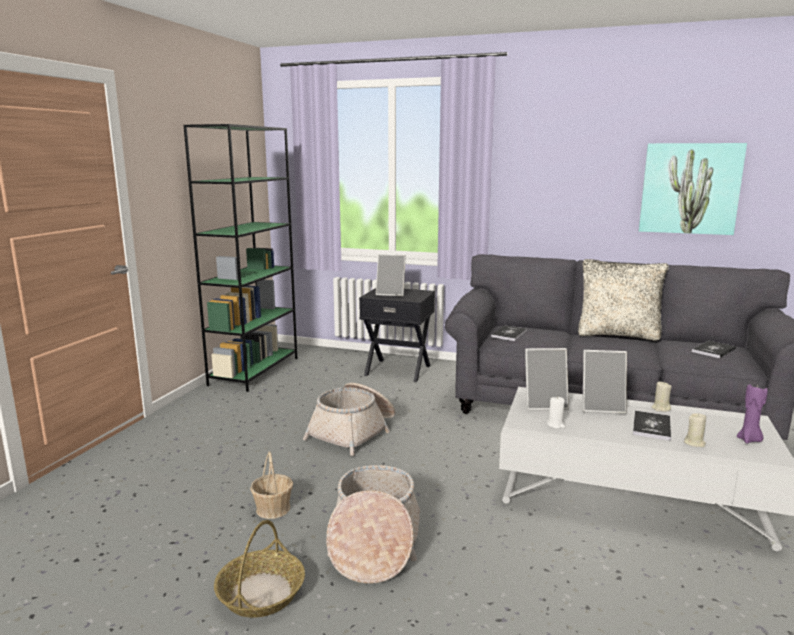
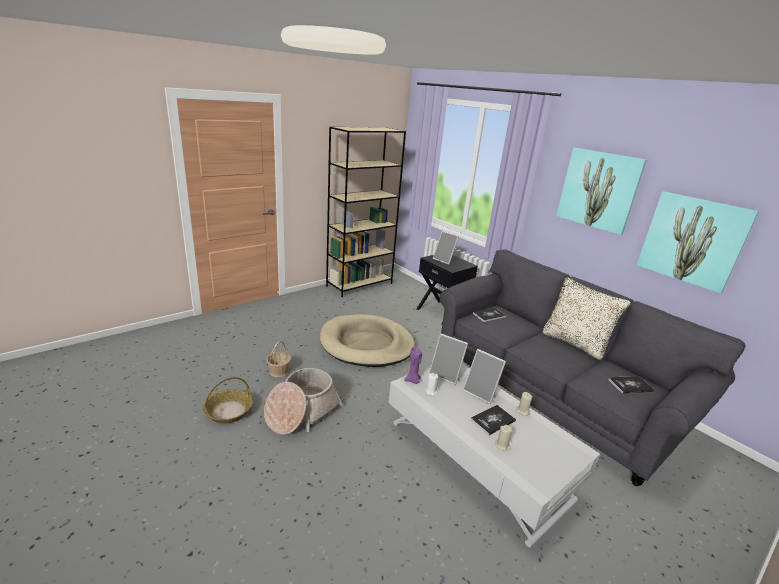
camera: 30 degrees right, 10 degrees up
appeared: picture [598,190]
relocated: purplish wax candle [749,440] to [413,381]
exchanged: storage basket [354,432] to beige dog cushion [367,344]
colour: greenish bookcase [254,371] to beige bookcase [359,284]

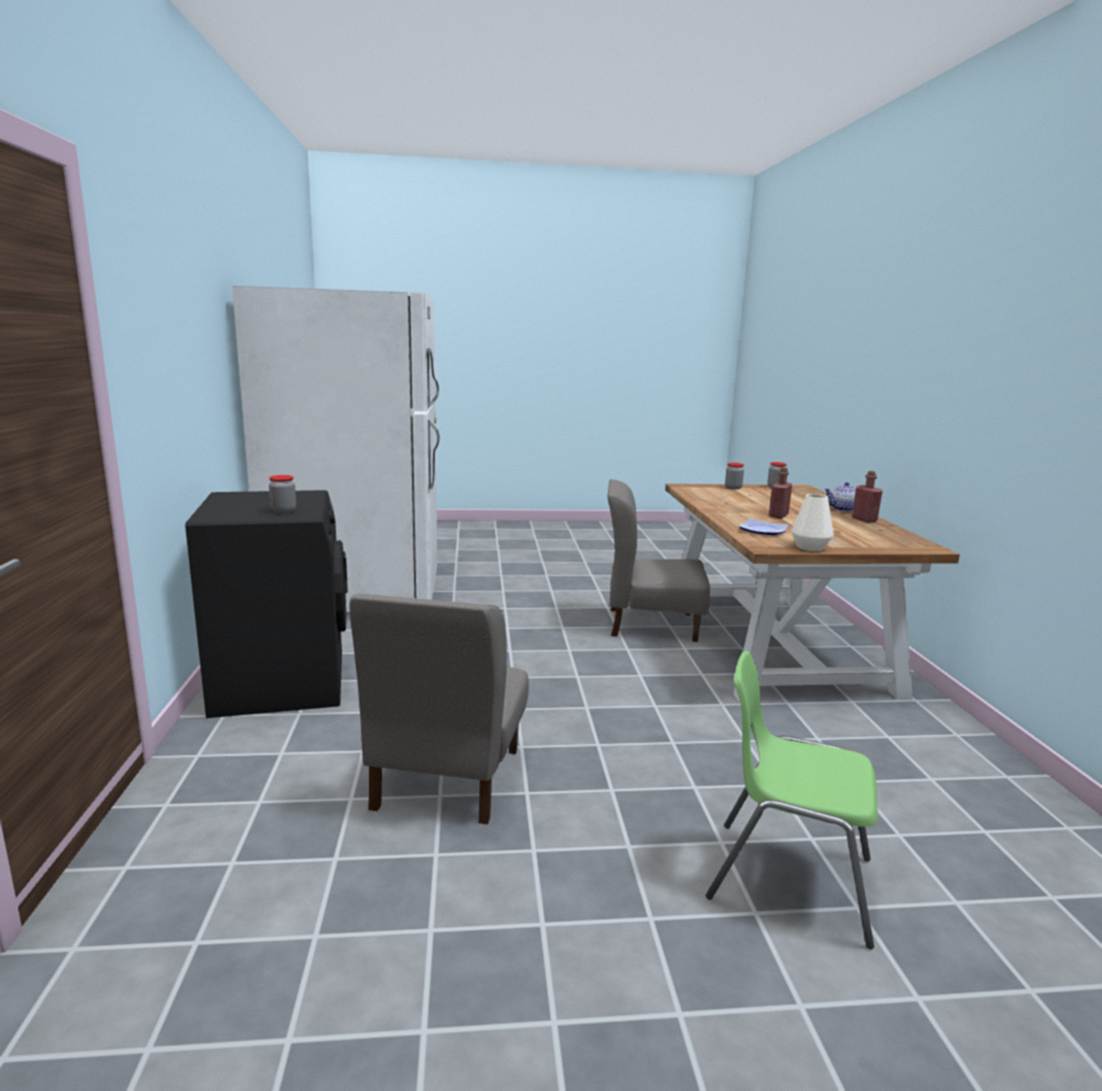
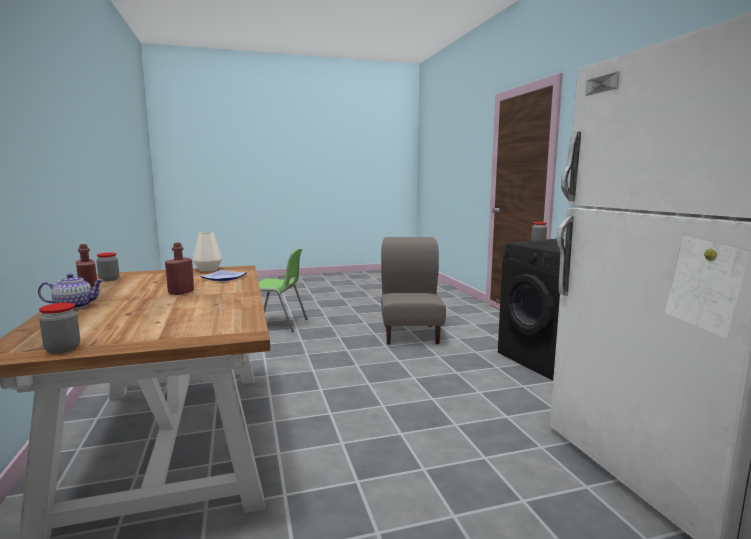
camera: 170 degrees right, 5 degrees down
missing: grey upright chair [651,624]
relocated: jar [733,488] to [109,279]

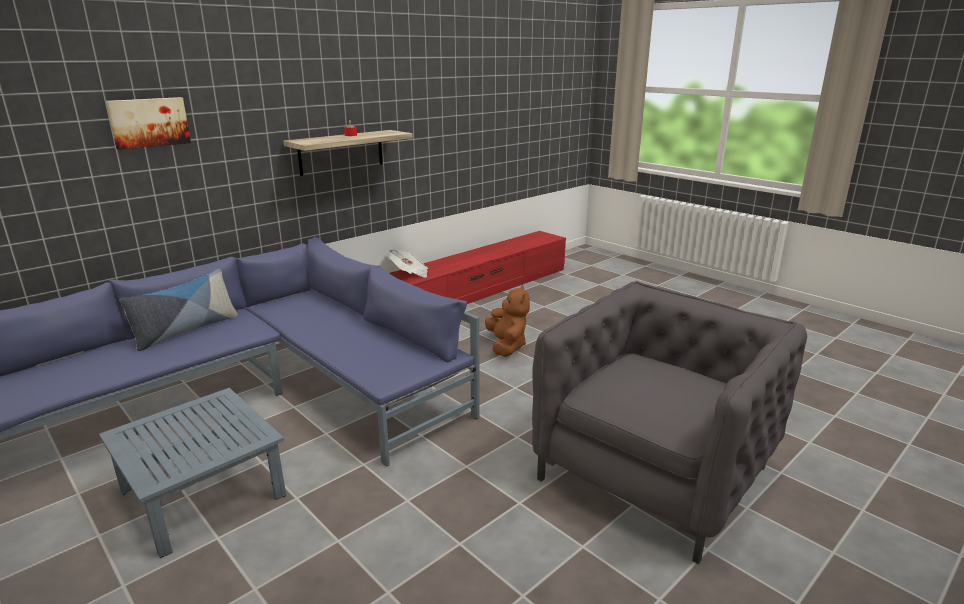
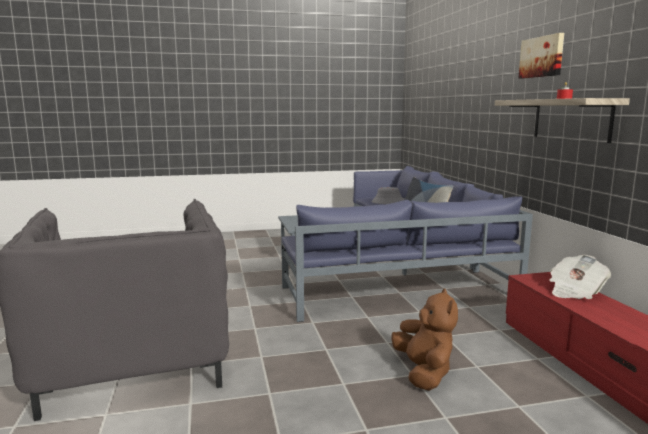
camera: 120 degrees right, 10 degrees down
appeared: grey wearable hat [388,202]
relocated: picture [149,122] to [542,57]
spun: brown soft toy [506,346] = [424,373] 120 degrees counterclockwise

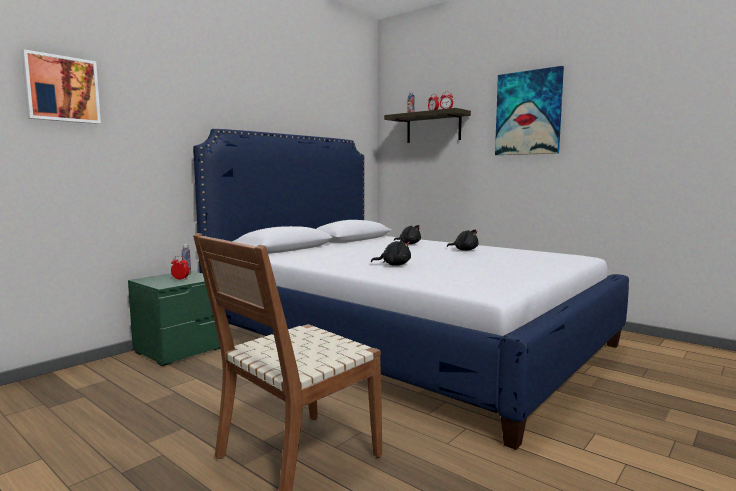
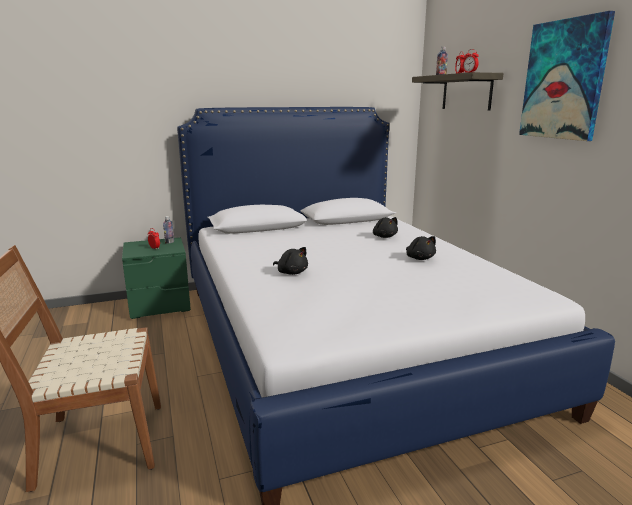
camera: 30 degrees right, 10 degrees up
missing: picture [61,89]

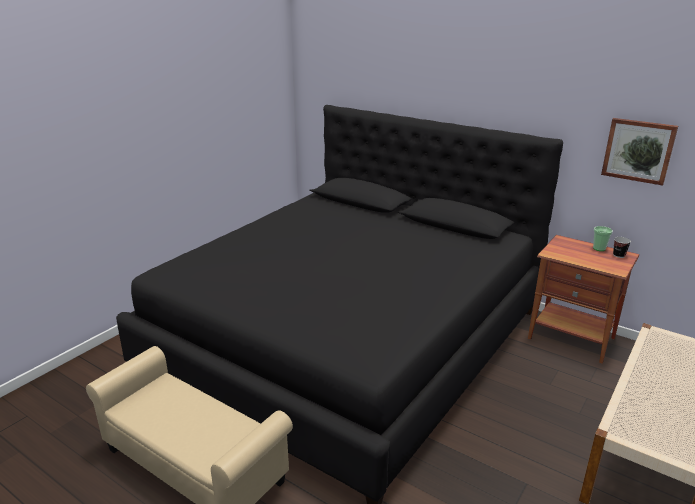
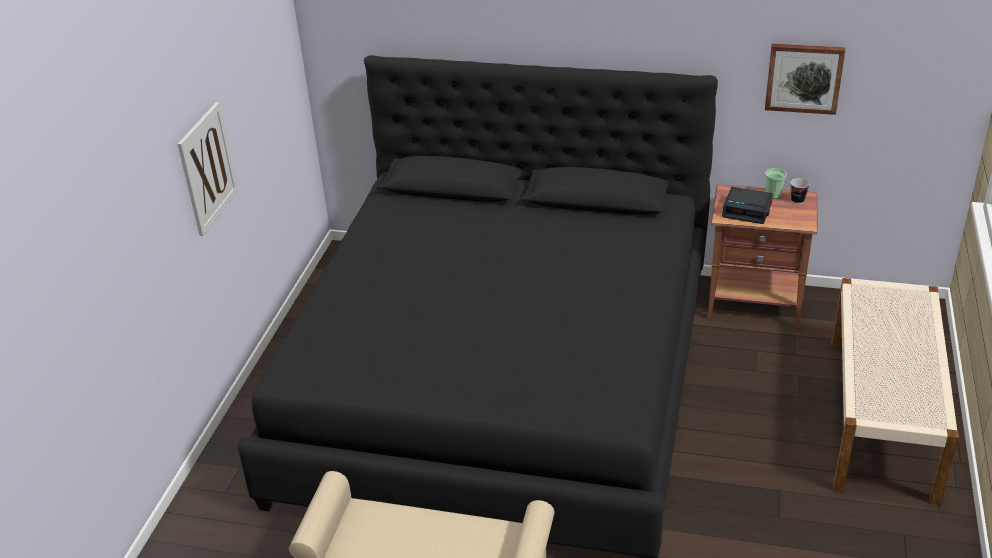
camera: 20 degrees left, 10 degrees up
appeared: picture [207,168]; table clock [747,210]

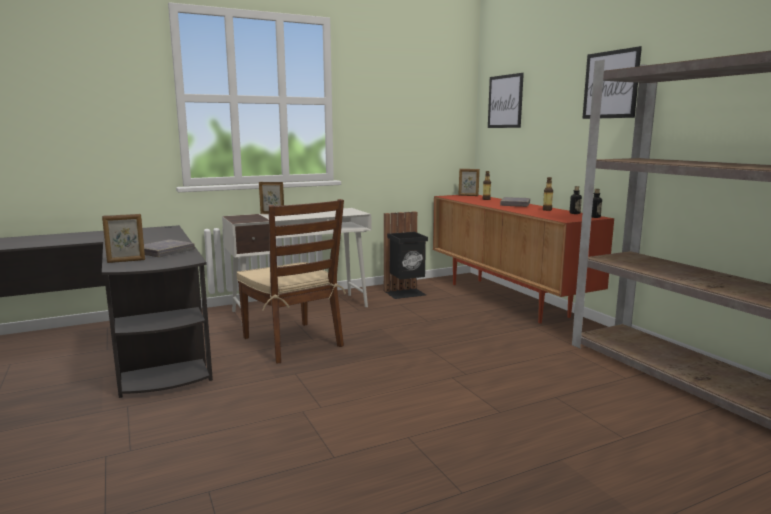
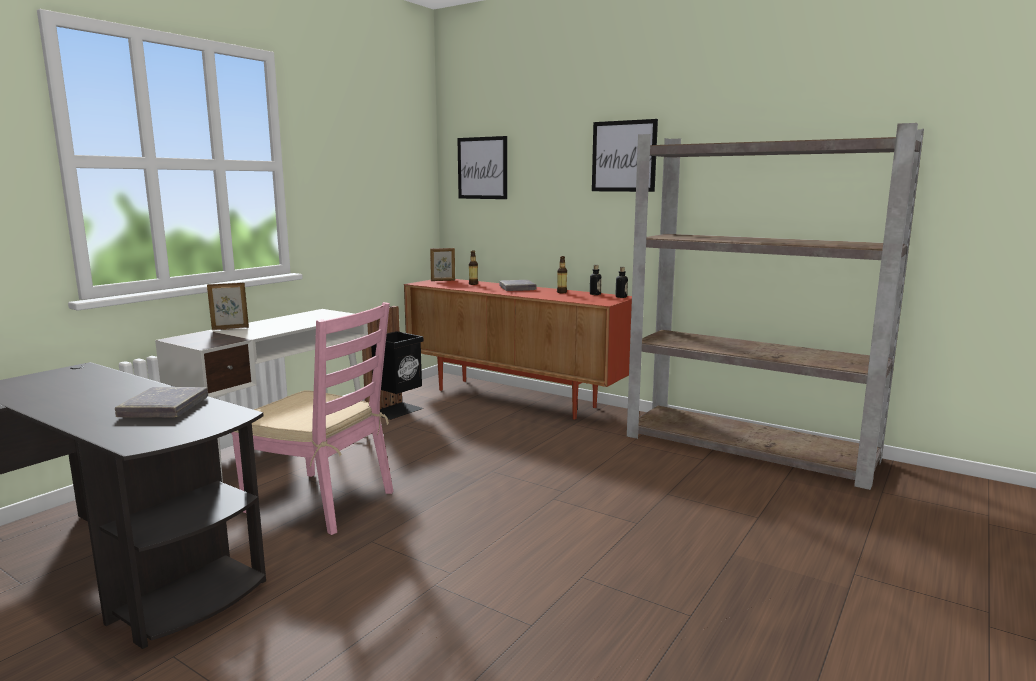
camera: 30 degrees left, 0 degrees up
missing: standing frame [126,261]
colour: brown upright chair [293,342] to pinkish upright chair [322,502]

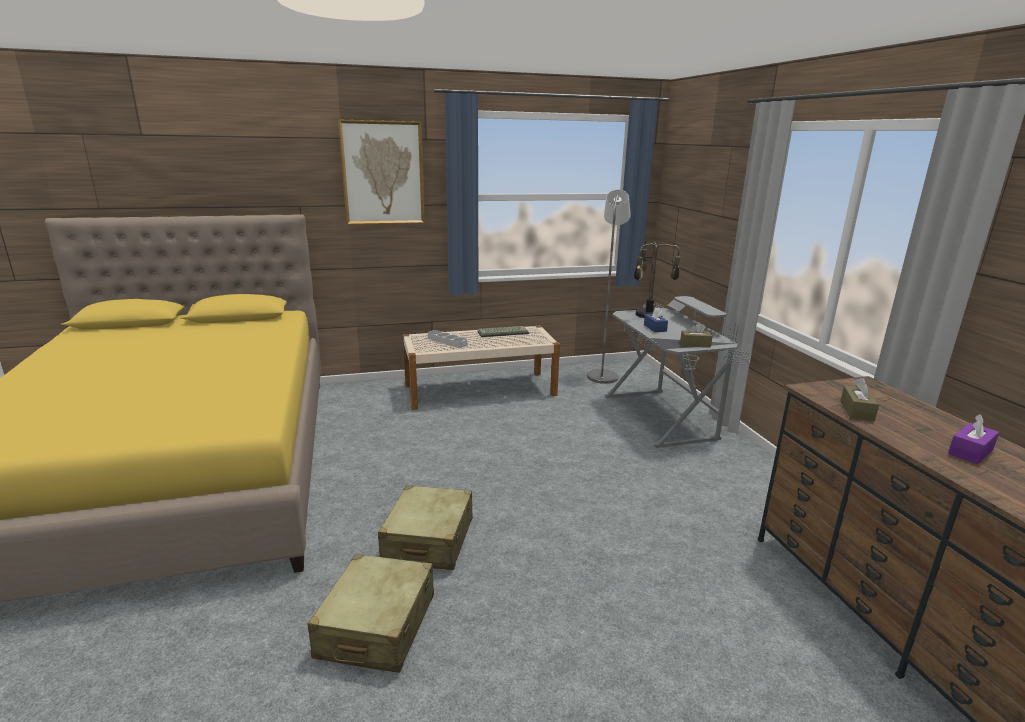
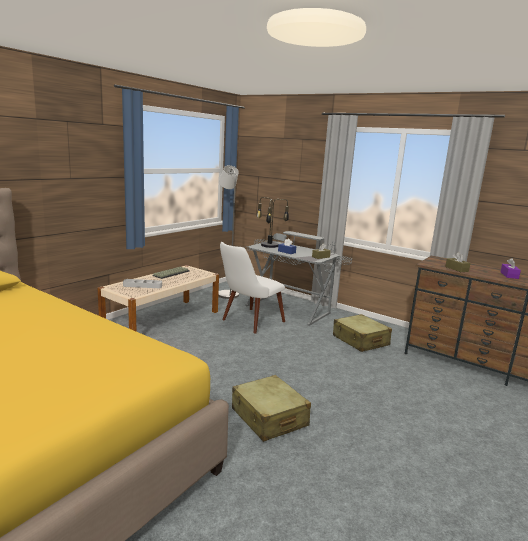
camera: 40 degrees left, 5 degrees down
missing: picture [383,173]
appeared: white upright chair [248,322]
relocated: beige travel case [376,626] to [360,341]

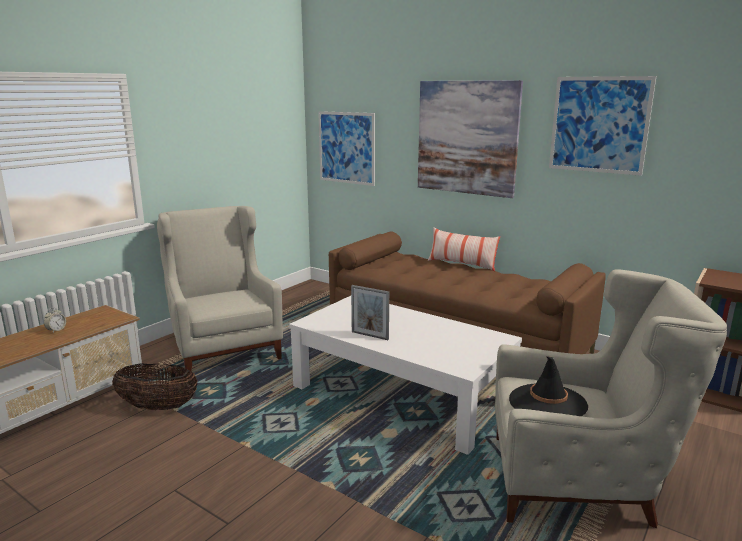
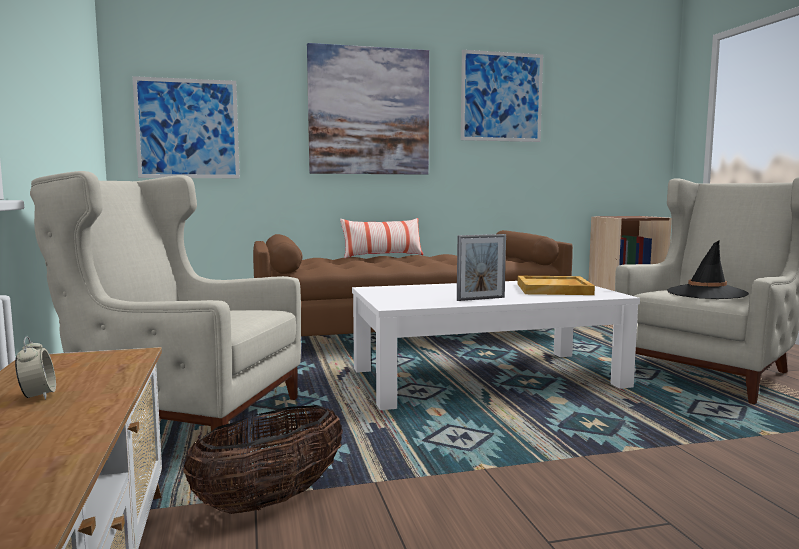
camera: 50 degrees left, 10 degrees down
appeared: beige carrying tray [554,289]

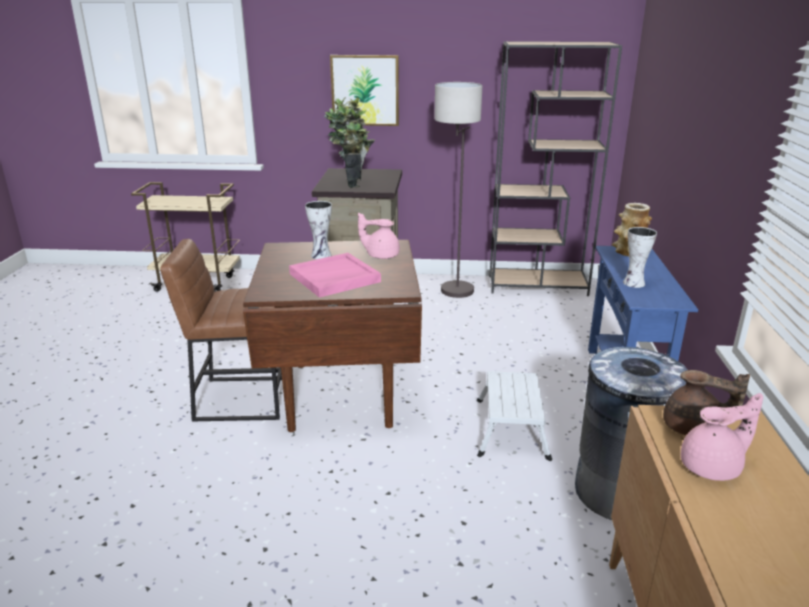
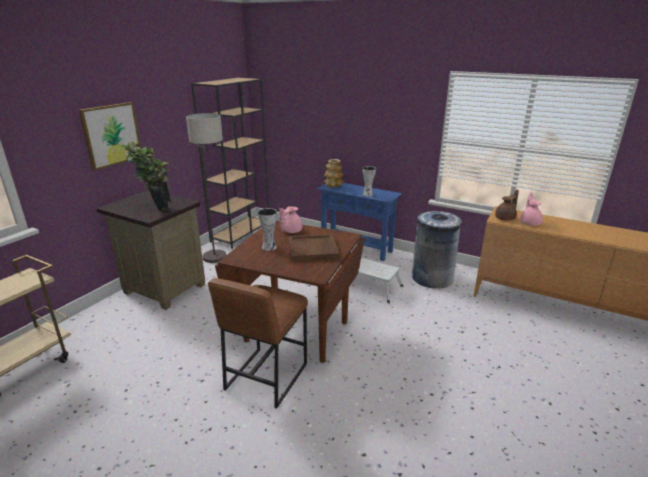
camera: 65 degrees left, 0 degrees up
colour: pinkish carrying tray [334,278] to brown carrying tray [313,250]

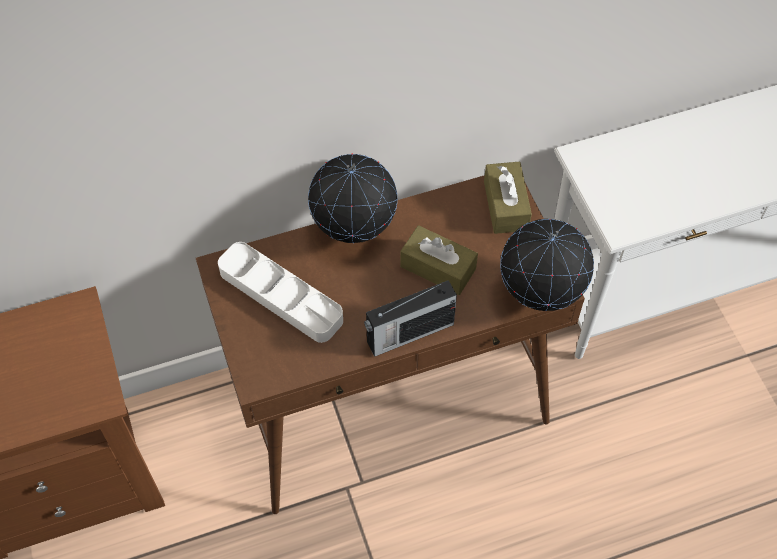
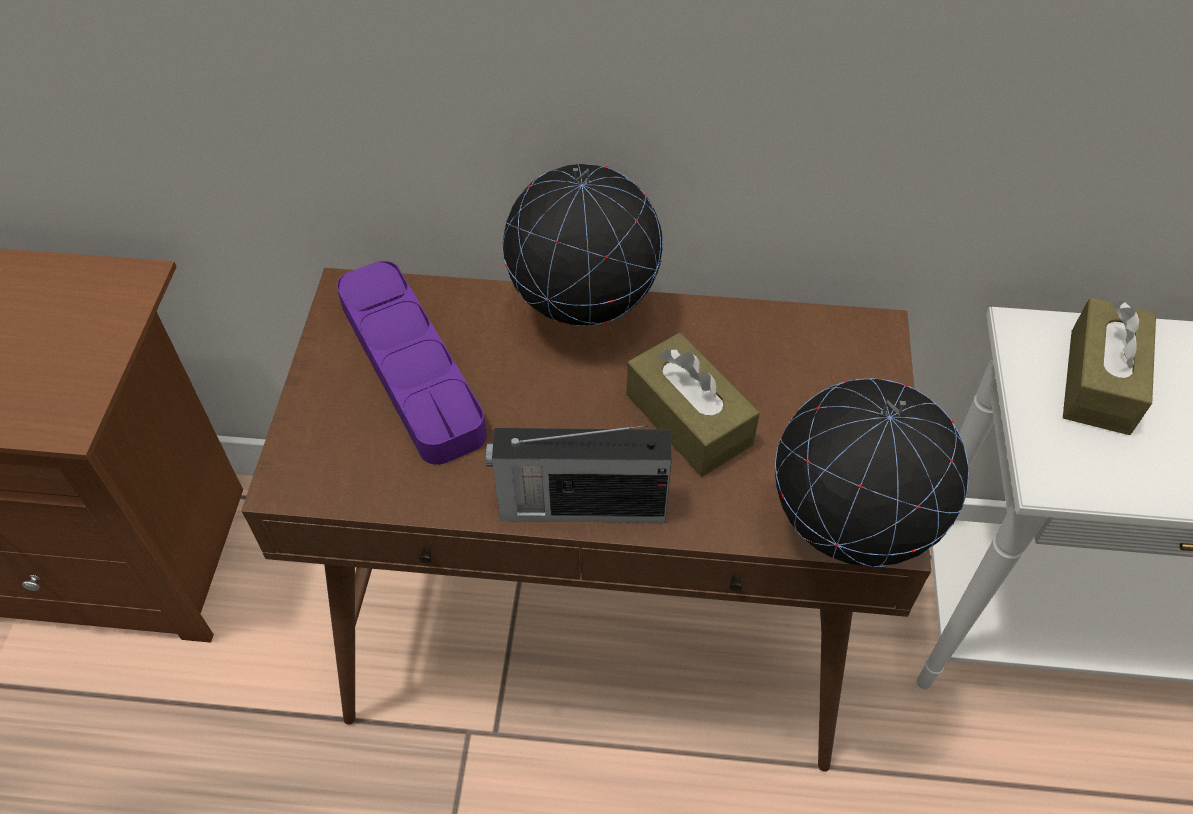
camera: 25 degrees right, 5 degrees down
relocated: brown tissue holder [505,205] to [1099,381]
colour: white carrying tray [280,296] to purplish carrying tray [411,367]

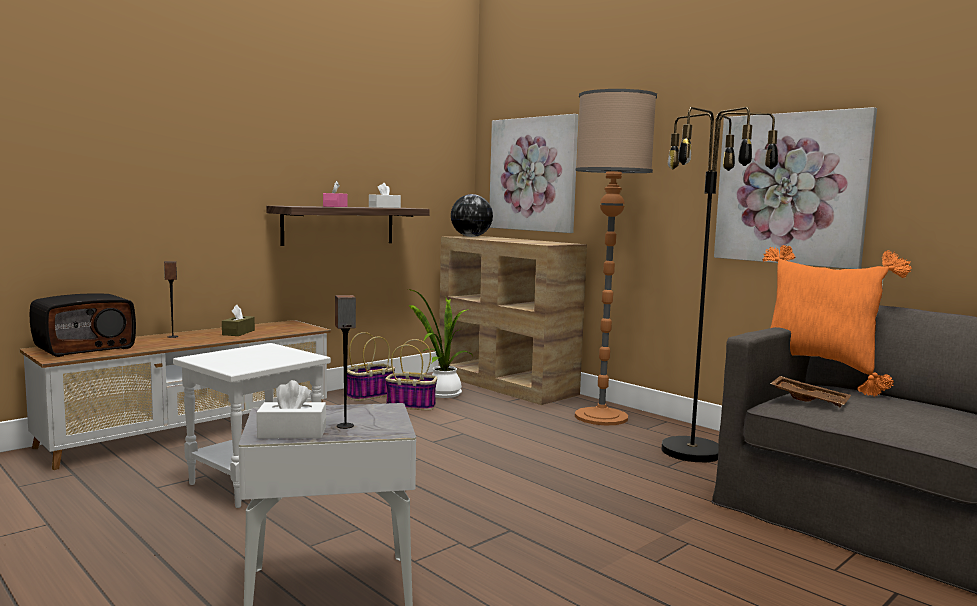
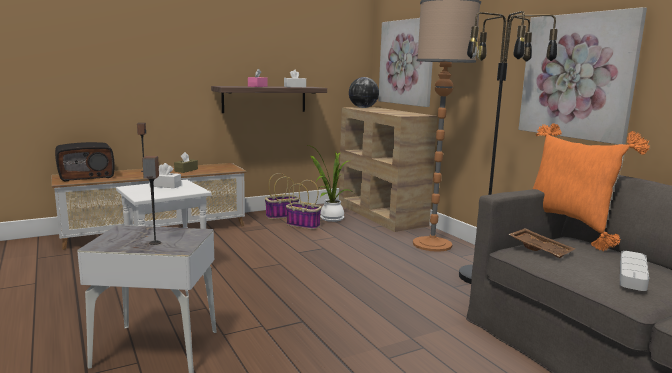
camera: 15 degrees right, 5 degrees up
appeared: grey carrying tray [632,274]
relocated: white tissue holder [292,433] to [165,186]

